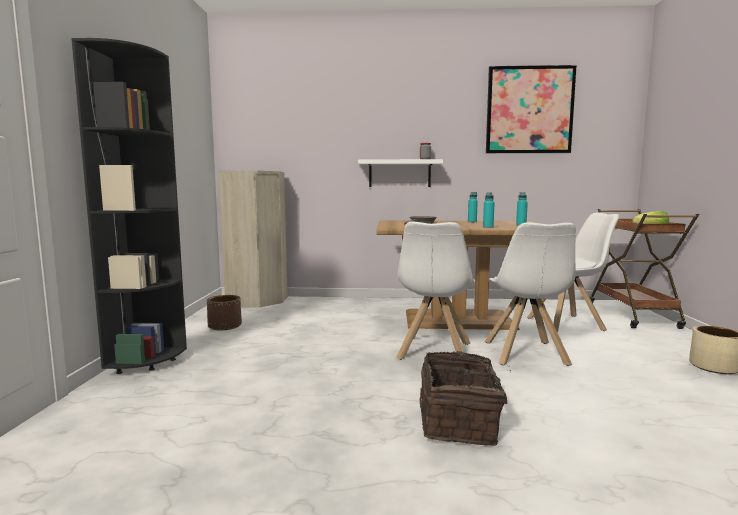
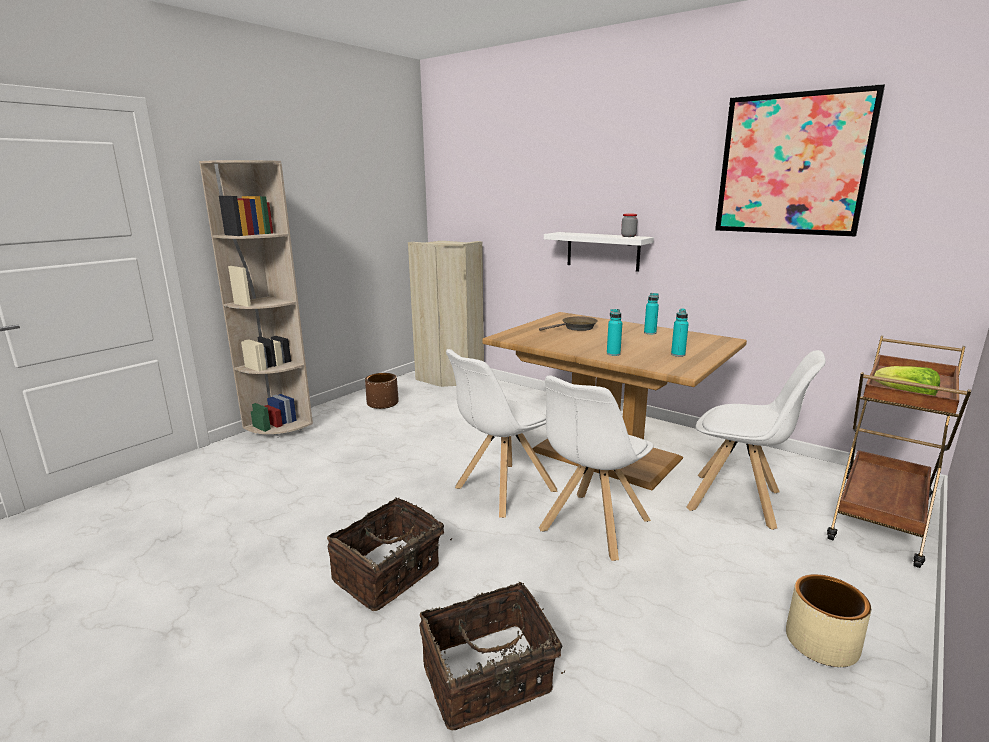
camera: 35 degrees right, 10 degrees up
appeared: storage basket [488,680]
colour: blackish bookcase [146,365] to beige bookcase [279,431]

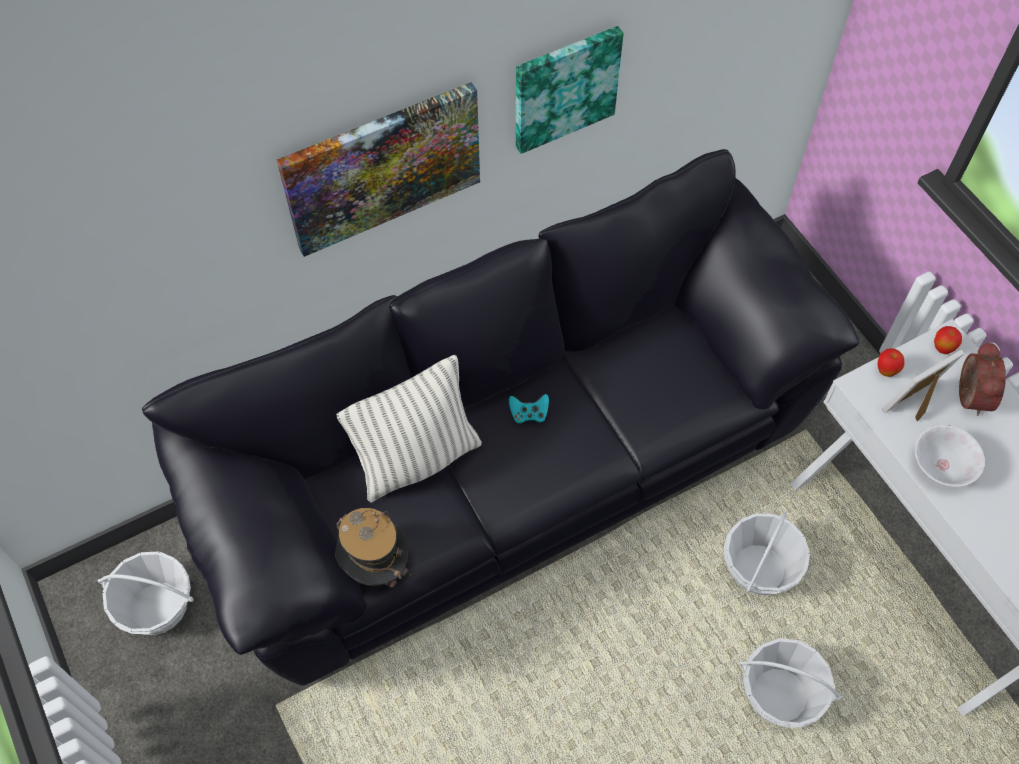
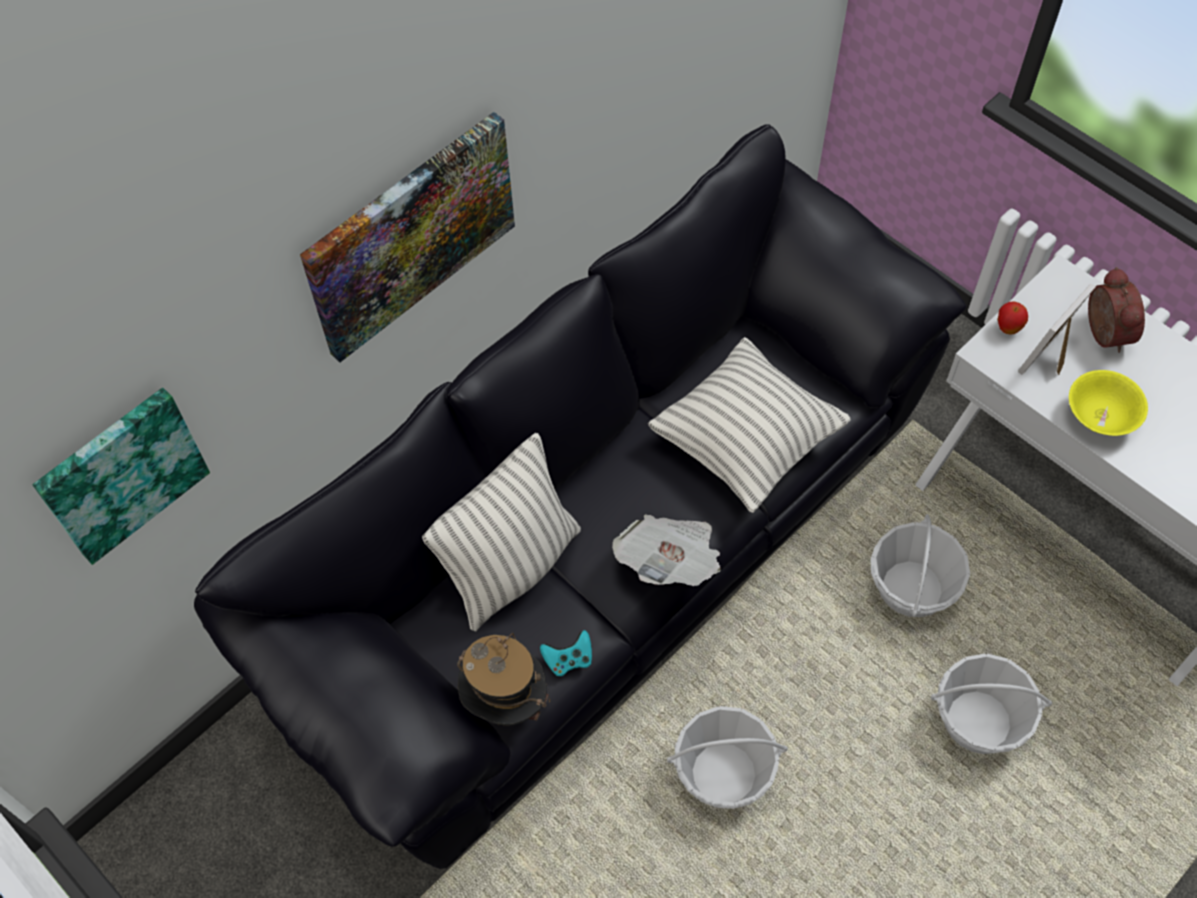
camera: 15 degrees left, 0 degrees up
missing: whole apple [942,349]
appeared: daily paper [670,561]; throw pillow [746,443]
relocated: storage basket [158,607] to [723,774]; turquoise joypad [528,413] to [568,659]; picture [564,87] to [121,473]
colour: white bowl [941,466] to yellow bowl [1099,417]

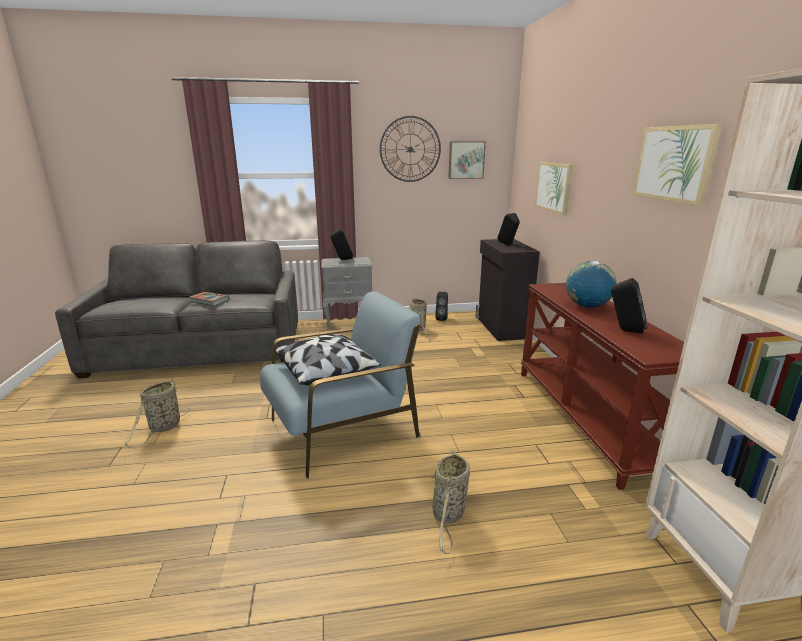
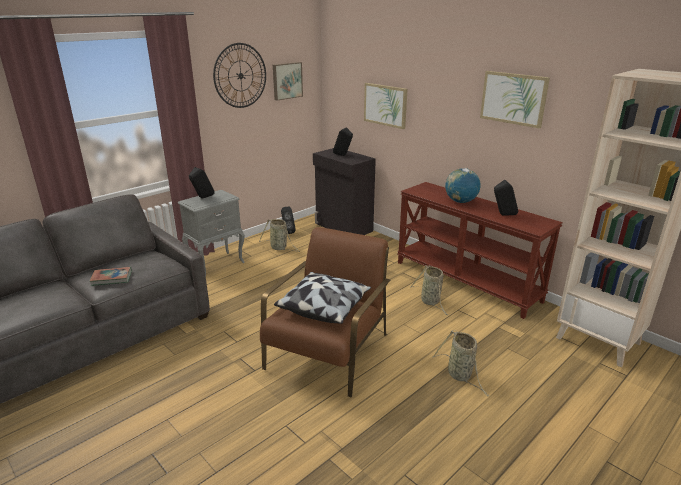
camera: 35 degrees left, 5 degrees up
relocated: storage basket [163,428] to [431,302]
colour: blue armchair [342,431] to brown armchair [328,353]

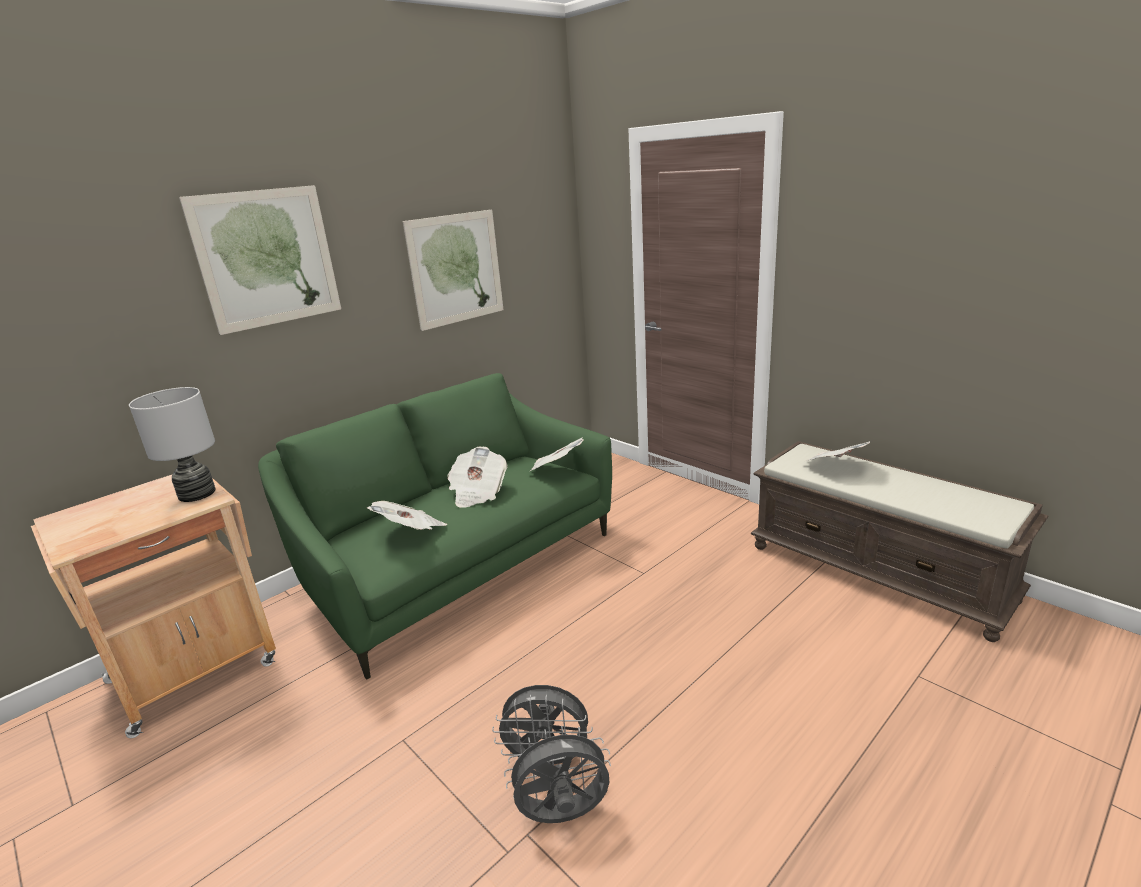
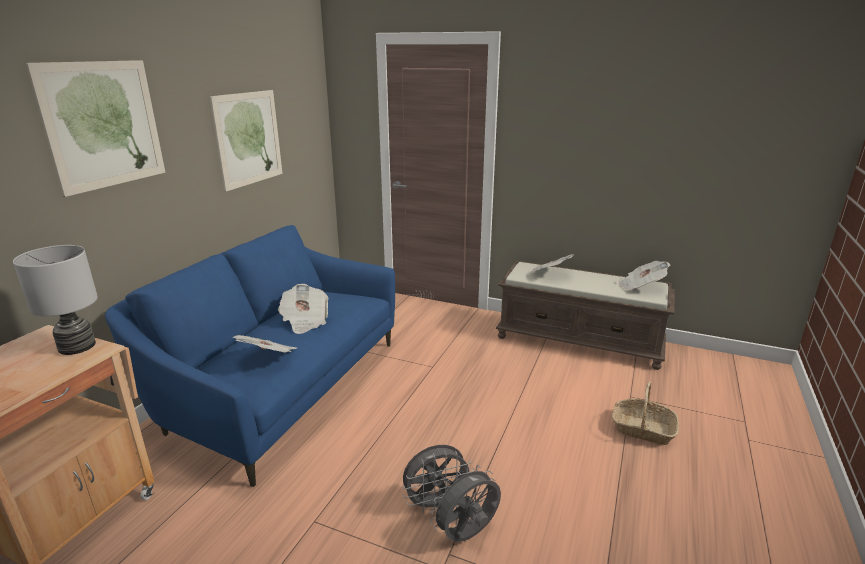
camera: 25 degrees left, 0 degrees up
appeared: storage basket [642,429]
relocated: daily paper [557,468] to [640,287]
colour: greenish settee [456,566] to blue settee [280,387]

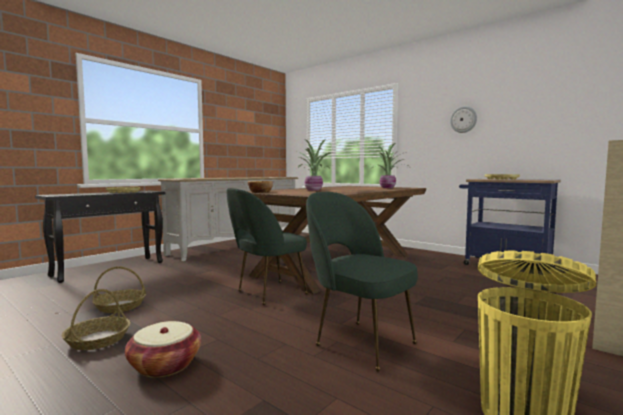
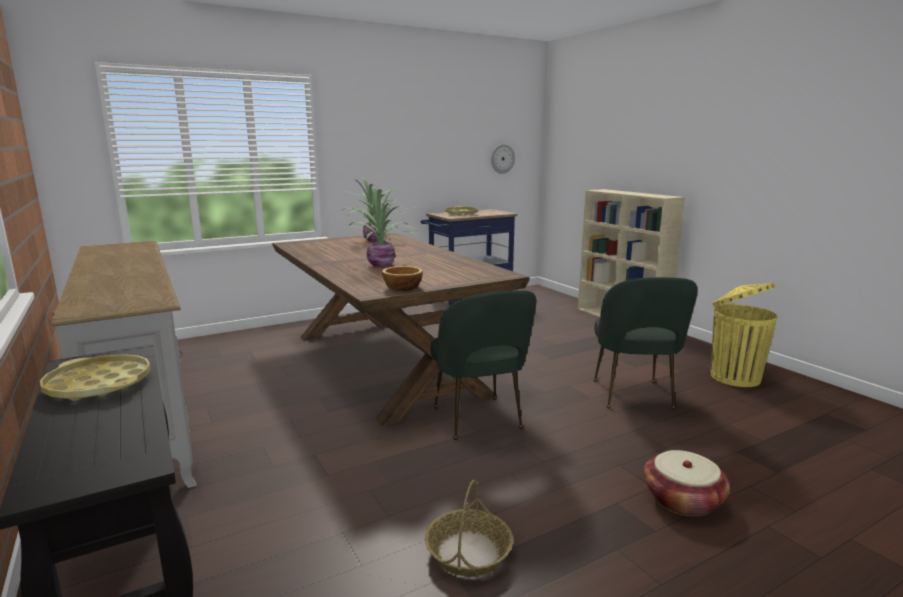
camera: 70 degrees left, 10 degrees up
missing: storage basket [98,339]
relocated: hanging clock [463,119] to [502,158]
spun: greenish upright chair [359,341] = [633,398] 60 degrees counterclockwise

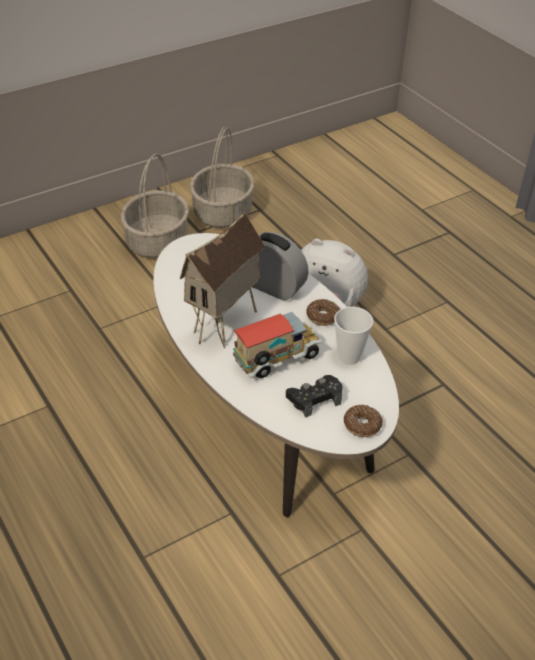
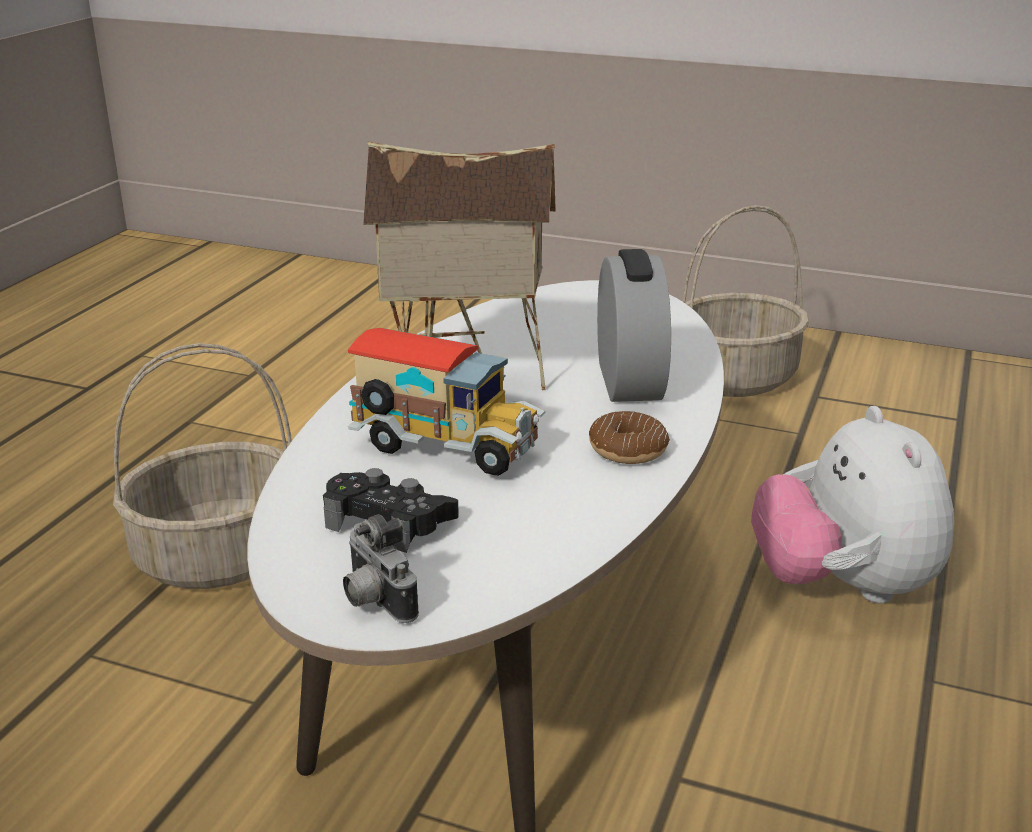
camera: 55 degrees right, 15 degrees down
missing: drinking cup [349,356]
relocated: storage basket [222,213] to [221,555]
exchanged: ring doughnut [362,425] to photo camera [374,601]

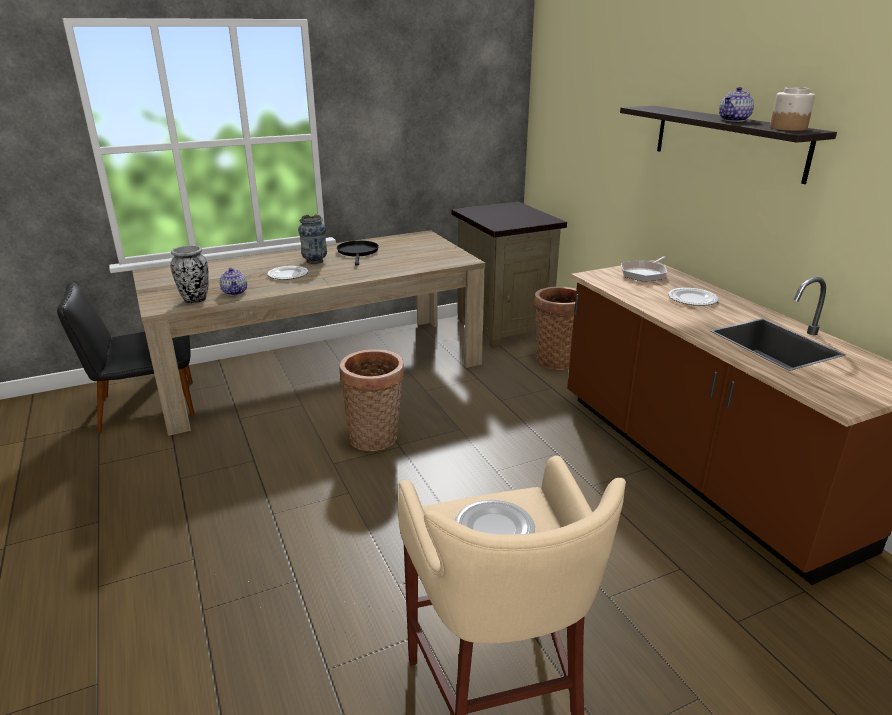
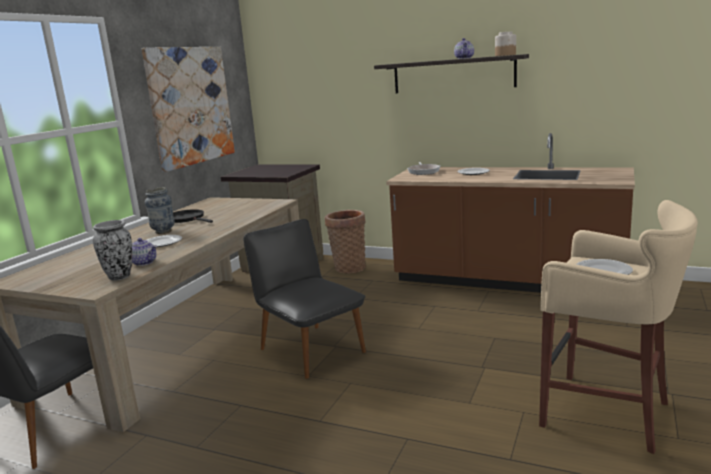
camera: 40 degrees left, 10 degrees down
appeared: picture [191,106]
exchanged: storage basket [376,439] to blackish upright chair [312,350]

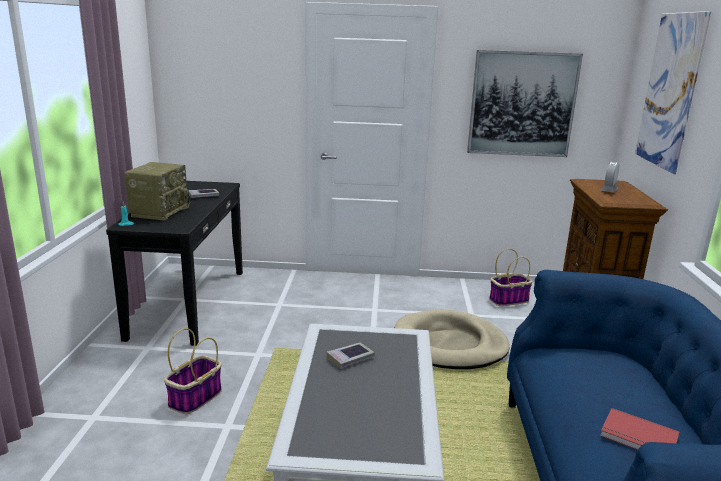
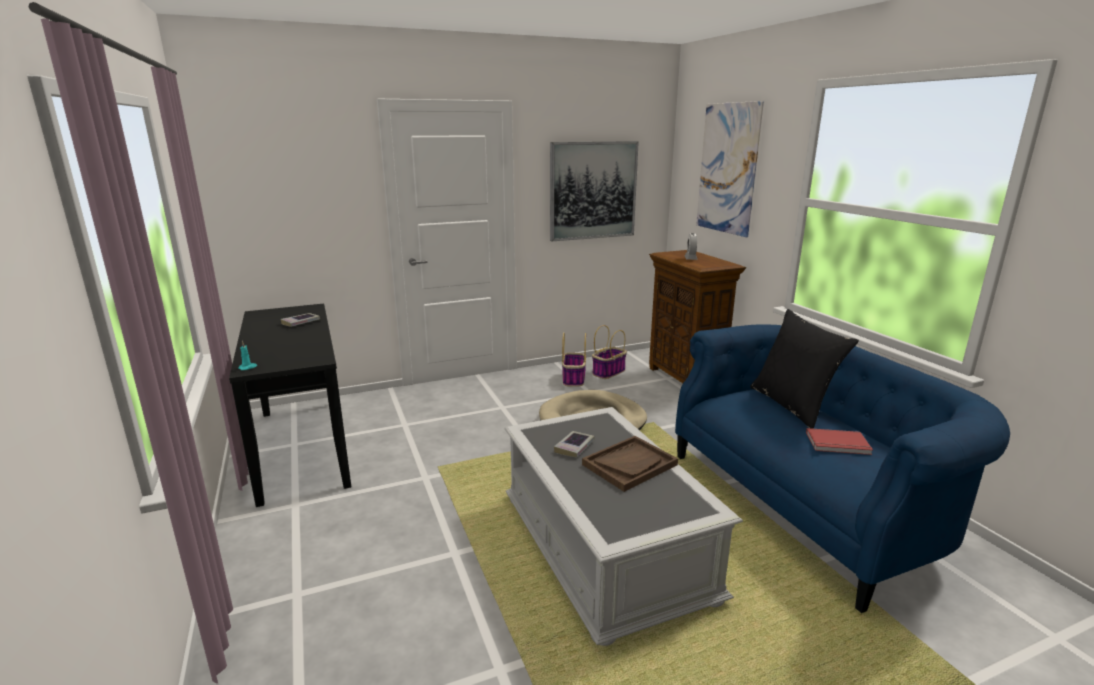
camera: 25 degrees left, 0 degrees up
missing: radio [159,211]
appeared: brown carrying tray [629,464]; blackish throw pillow [793,405]
relocated: storage basket [195,398] to [573,379]

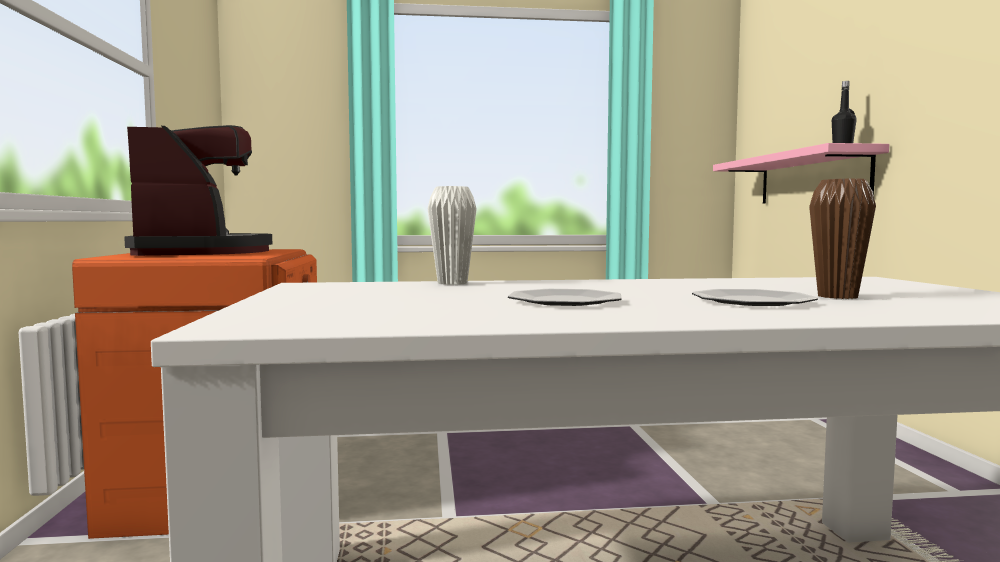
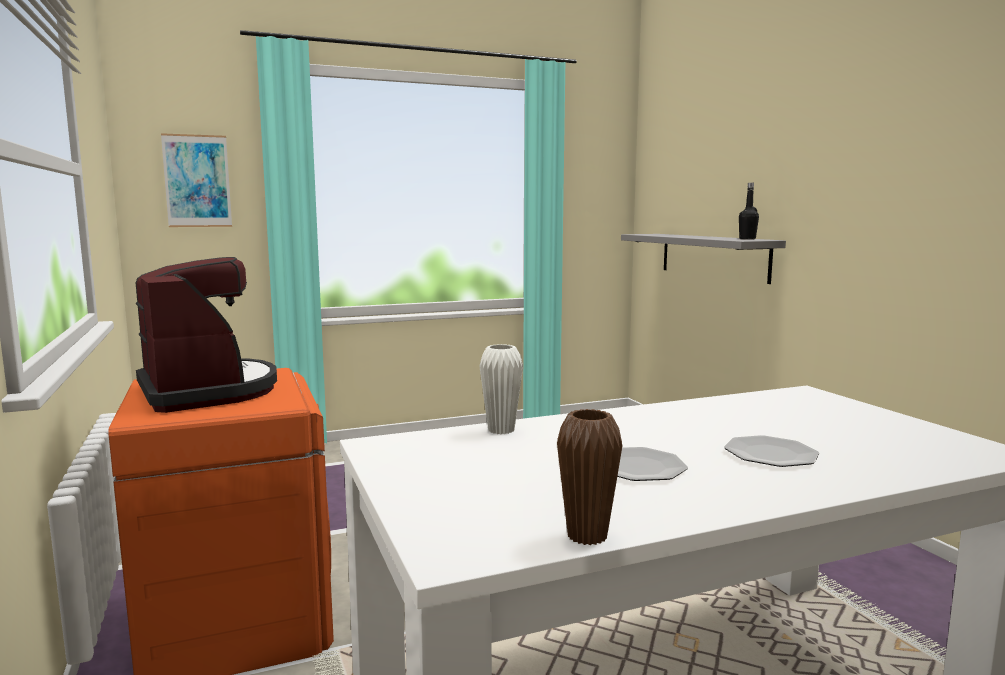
camera: 15 degrees left, 5 degrees up
appeared: picture [197,181]
relocated: brown vase [837,296] to [587,536]
colour: pinkish bracket shelf [812,178] to grey bracket shelf [713,256]

